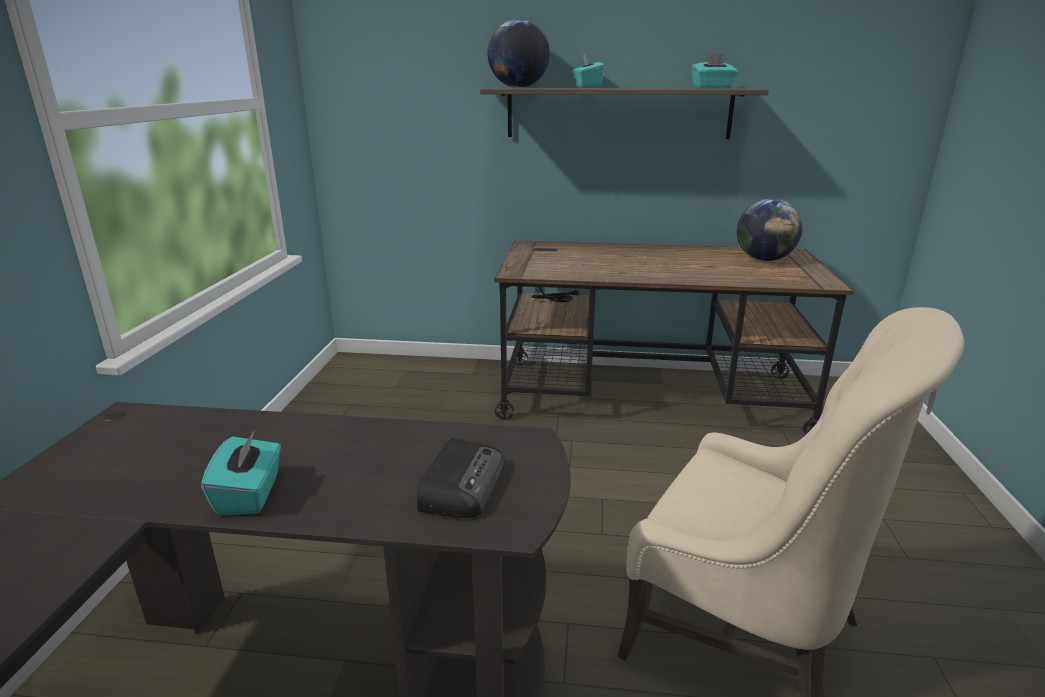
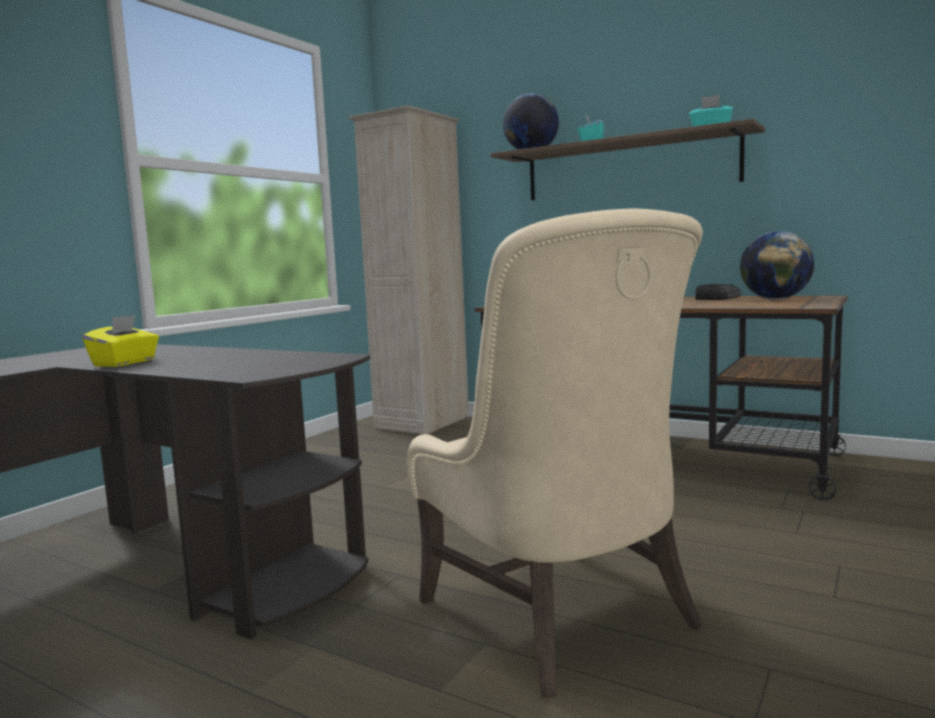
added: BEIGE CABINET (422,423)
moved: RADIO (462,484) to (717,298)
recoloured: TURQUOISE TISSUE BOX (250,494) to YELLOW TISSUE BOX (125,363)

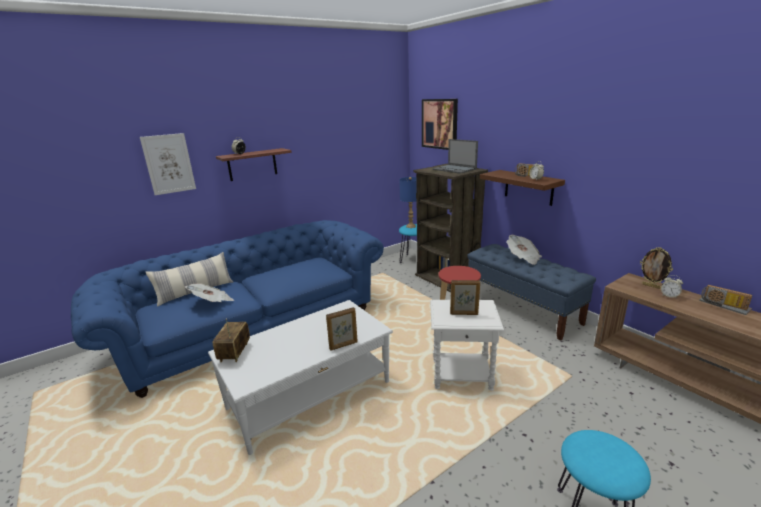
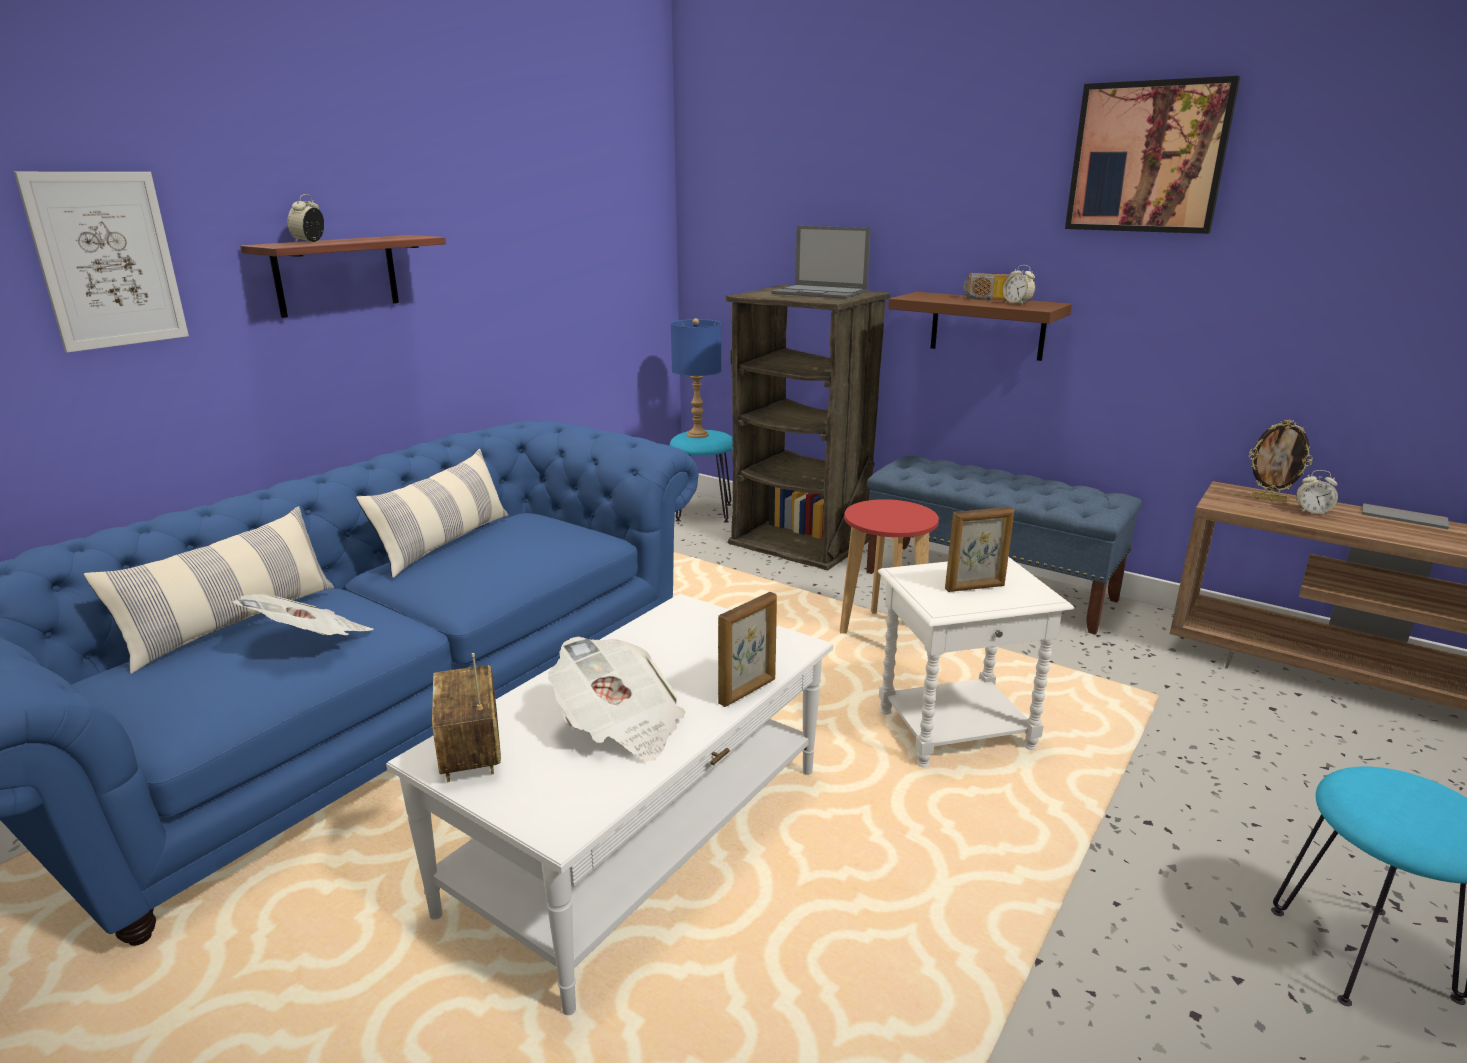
removed: RADIO (722,305)
added: PILLOW (445,543)
moved: PICTURE (439,124) to (1147,157); NEWSPAPER (523,258) to (620,726)

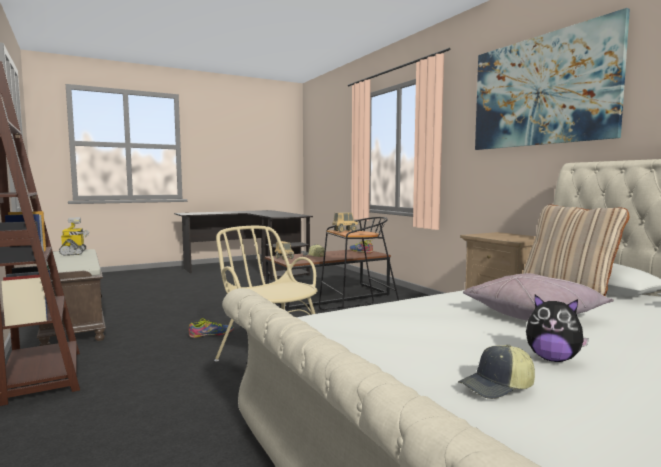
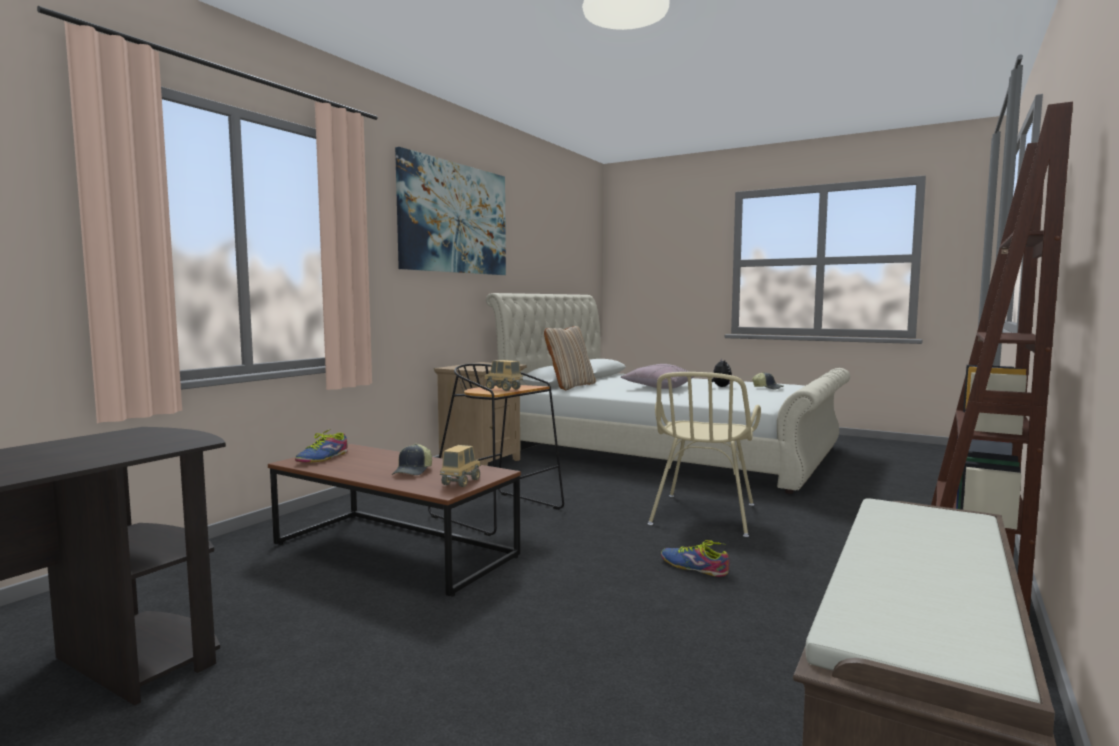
removed: TOY ROBOT (74,253)

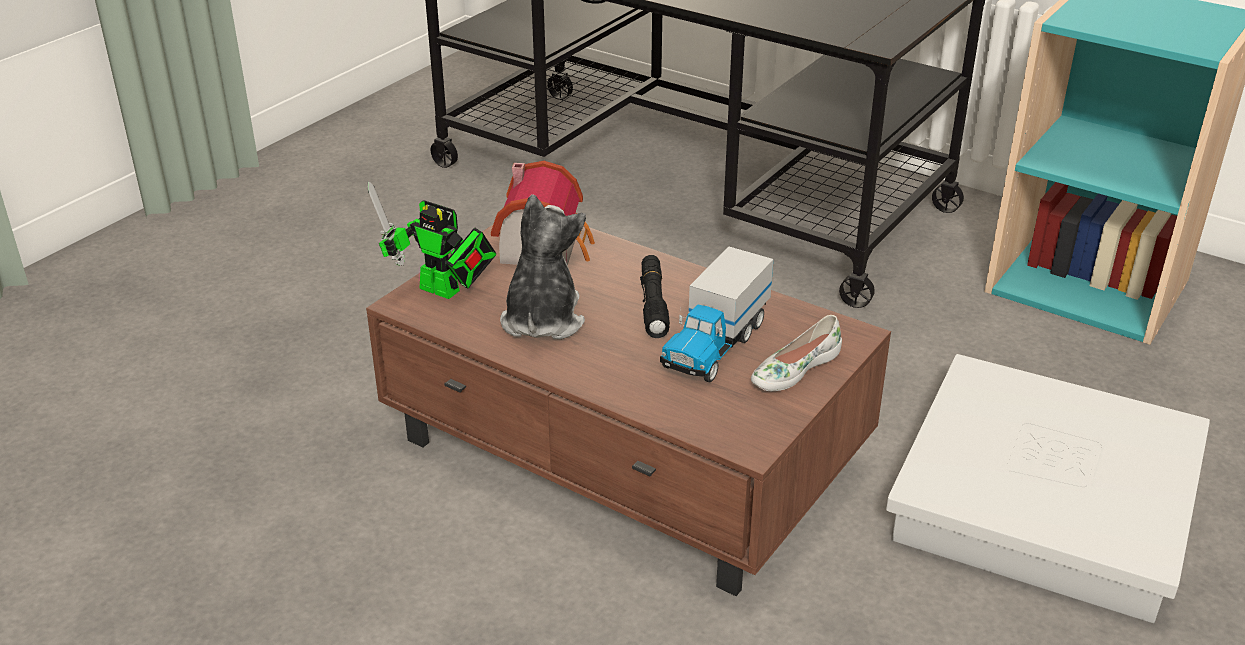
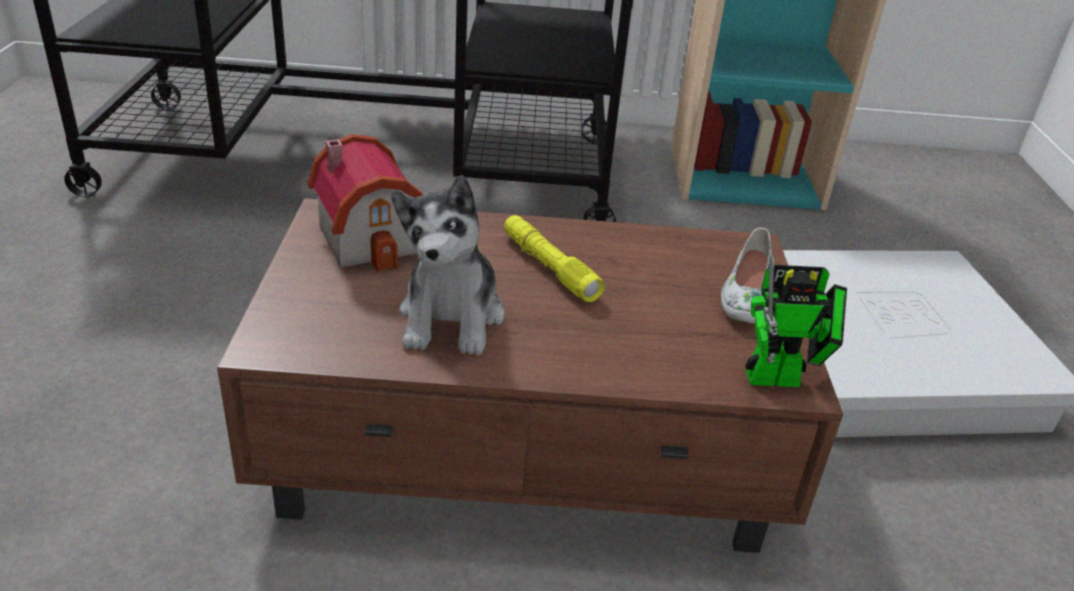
removed: TOY TRUCK (714,345)
moved: TOY ROBOT (445,291) to (781,378)
recoloured: BLACK FLASHLIGHT (653,304) to YELLOW FLASHLIGHT (549,267)
turned: PLUSH TOY (542,320) = (452,317) 150 degrees counterclockwise

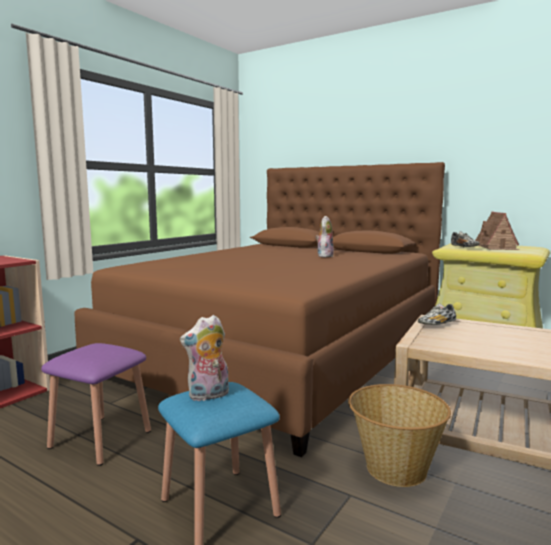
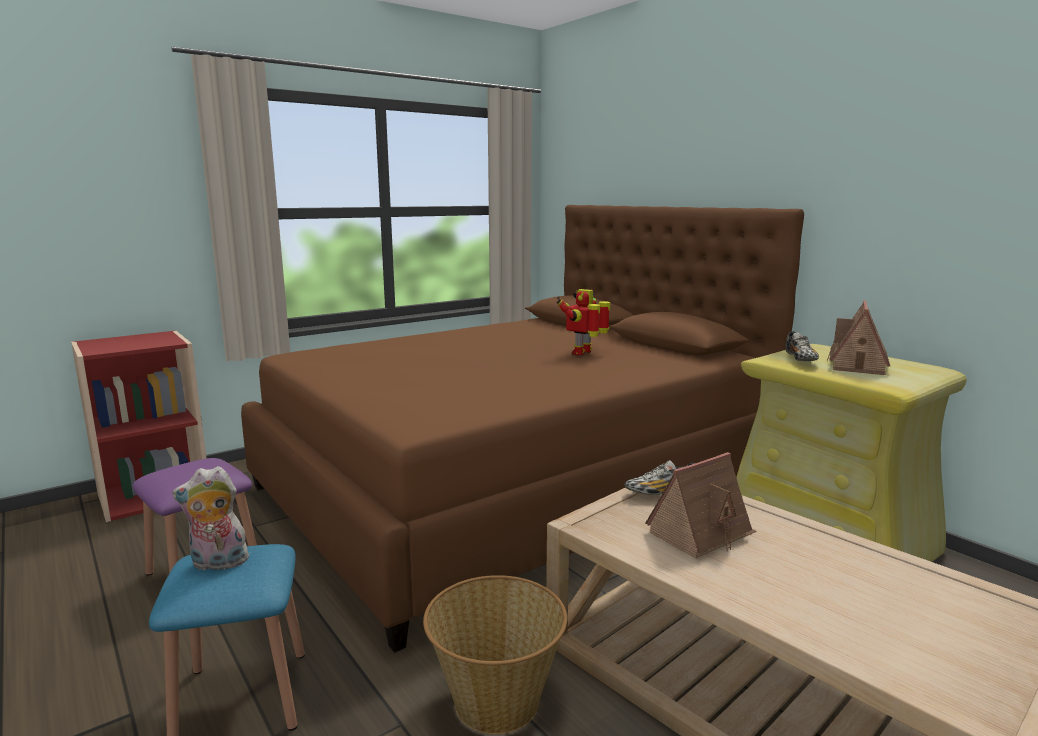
added: TOY HOUSE (701,533)
replaced: PLUSH TOY (324,256) to TOY ROBOT (584,353)

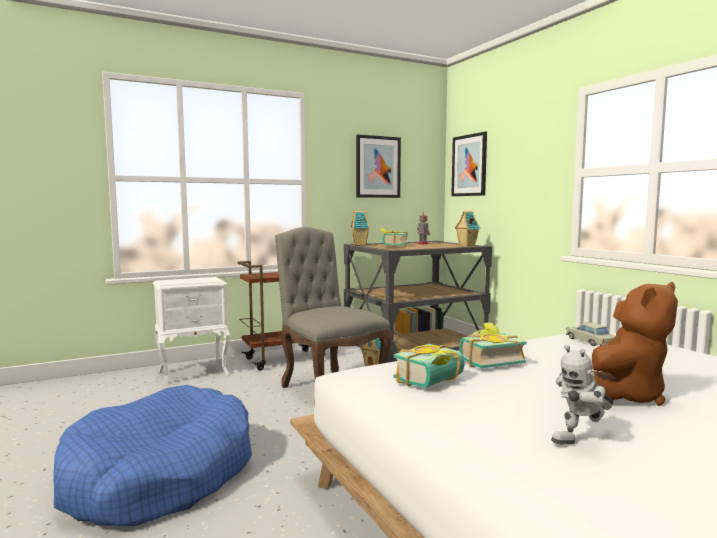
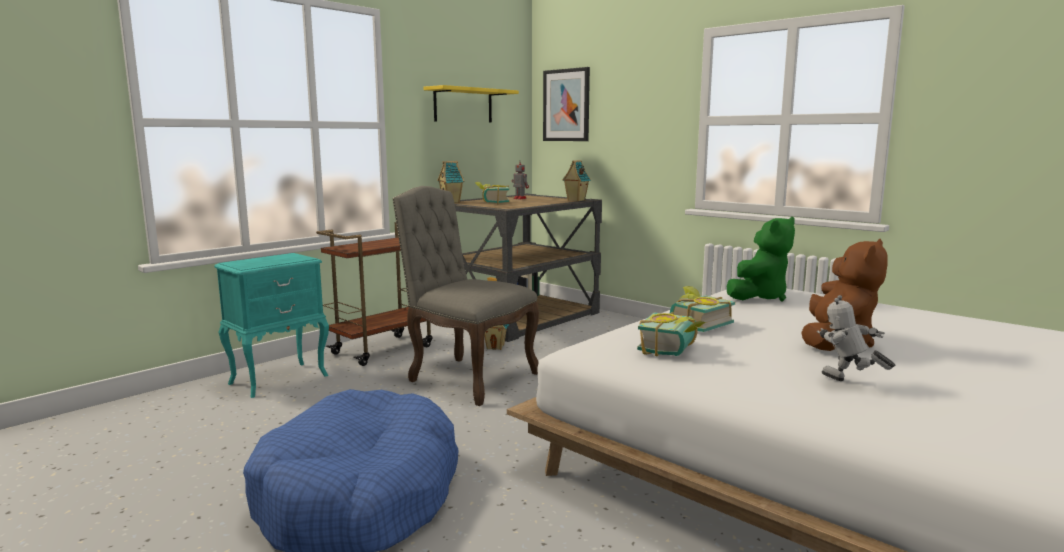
replaced: PICTURE (378,167) to YELLOW SHELF (463,105); BEIGE TOY CAR (590,342) to GREEN PLUSH TOY (759,297)
recoloured: WHITE NIGHTSTAND (193,373) to TURQUOISE NIGHTSTAND (279,379)
turned: TOY ROBOT (582,442) = (848,383) 90 degrees clockwise

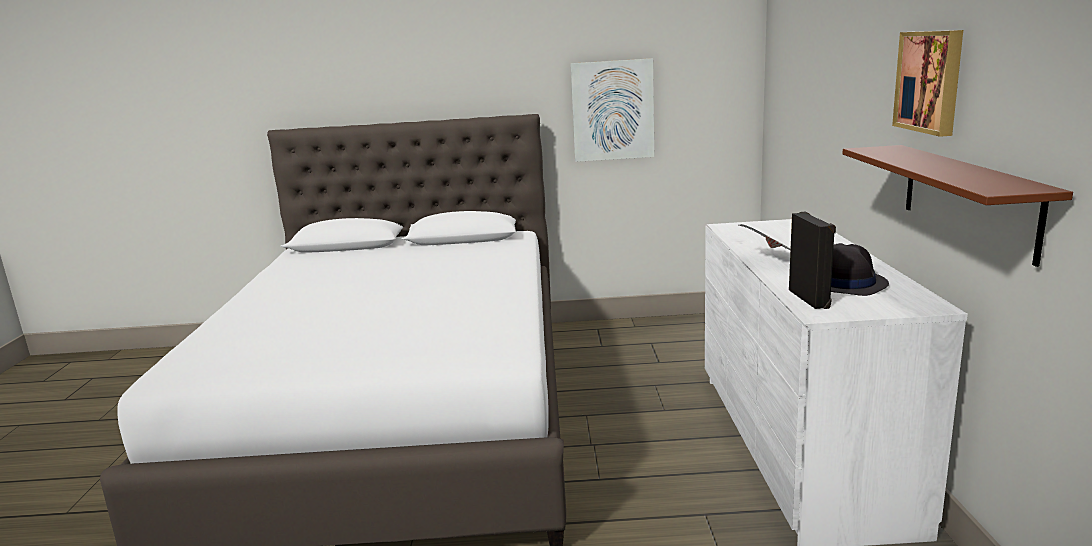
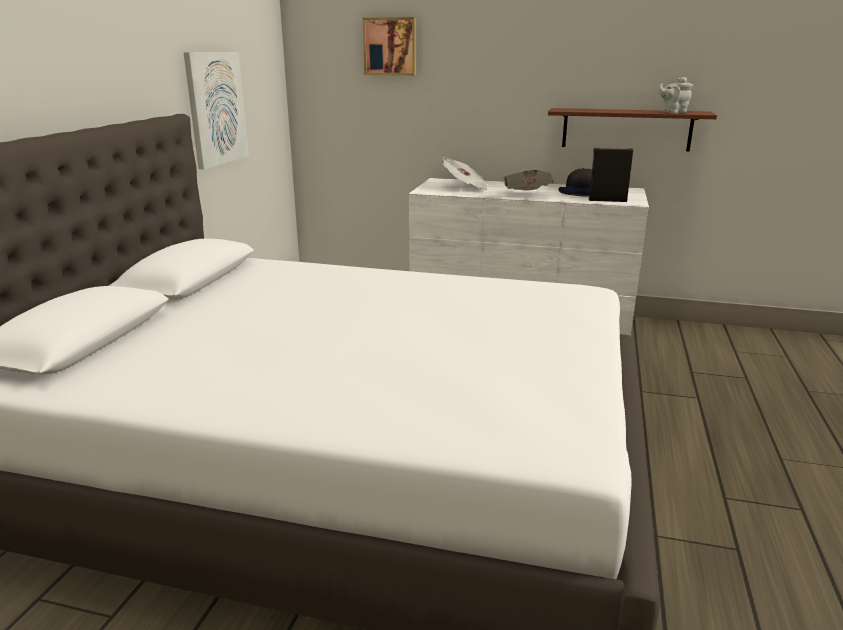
added: GREY TEAPOT (673,112); NEWSPAPER (466,187)
moved: PICTURE (930,81) to (390,46)

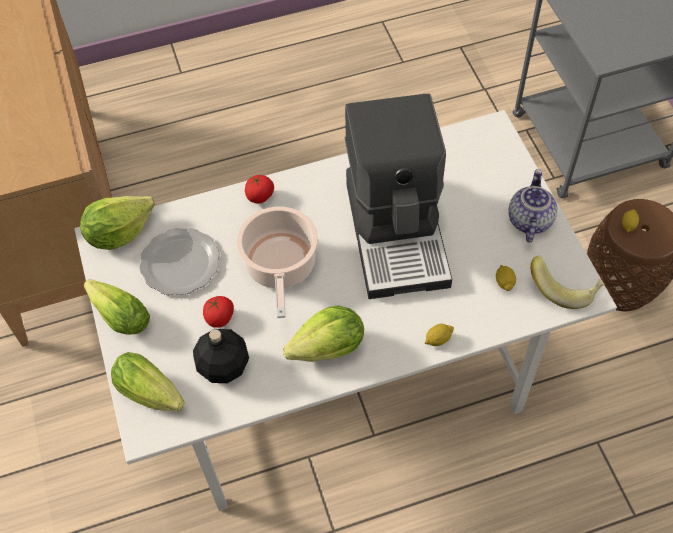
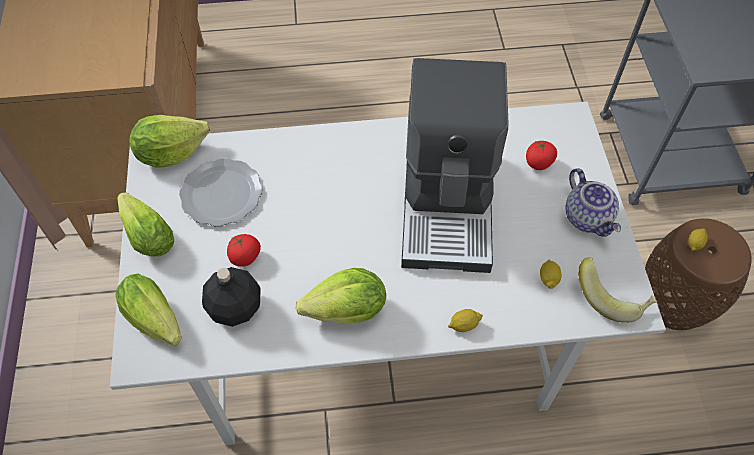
removed: COOKING POT (280,267)
moved: TOMATO (260,196) to (539,163)
turned: TEAPOT (528,220) = (588,218) 135 degrees clockwise

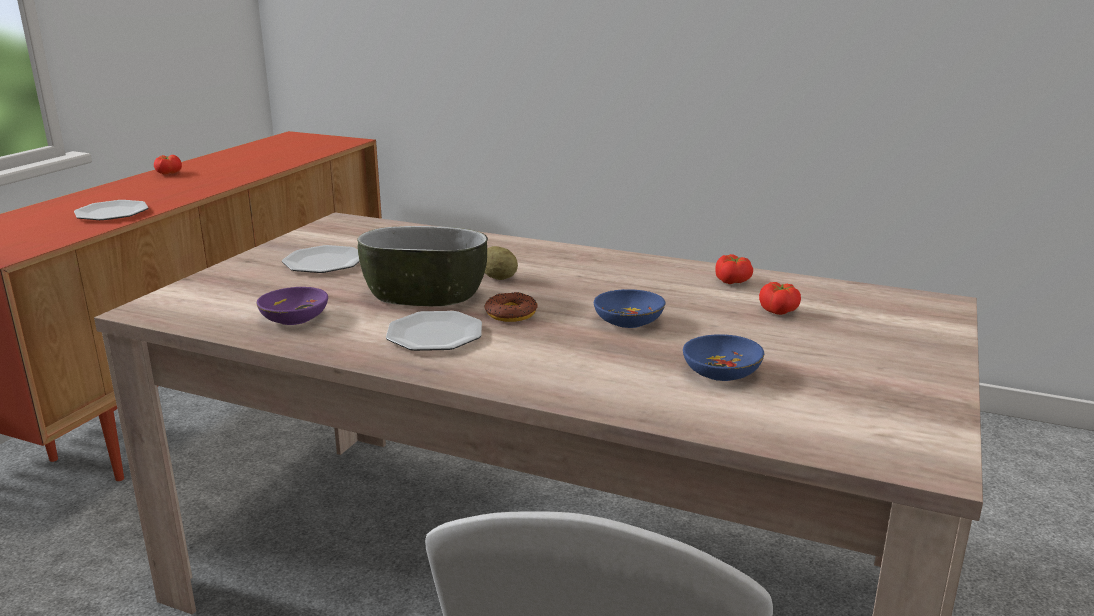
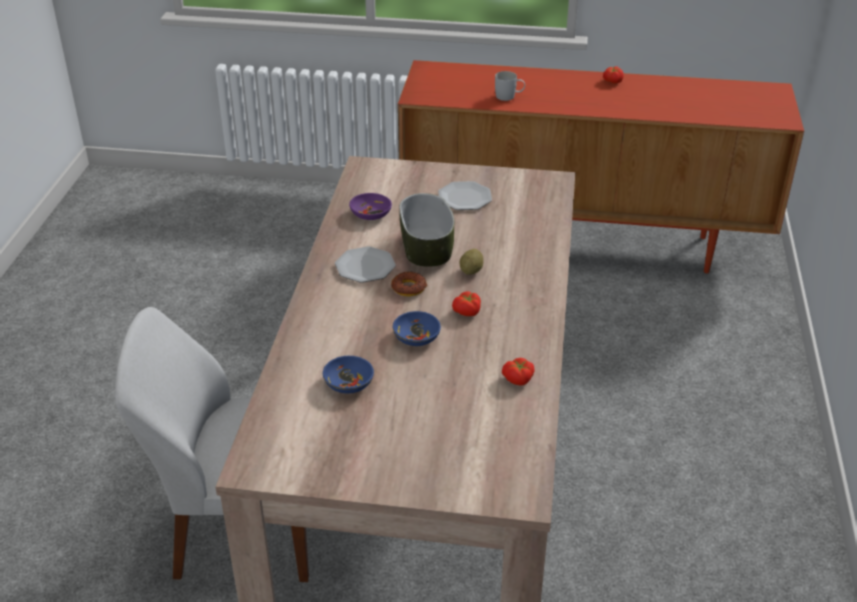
moved: TOMATO (779,311) to (467,312)
replaced: PLATE (112,213) to WHITE MUG (509,96)

